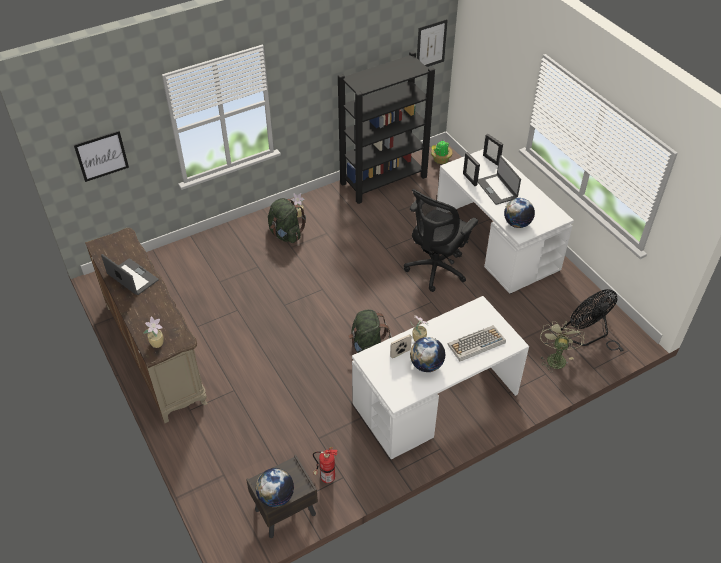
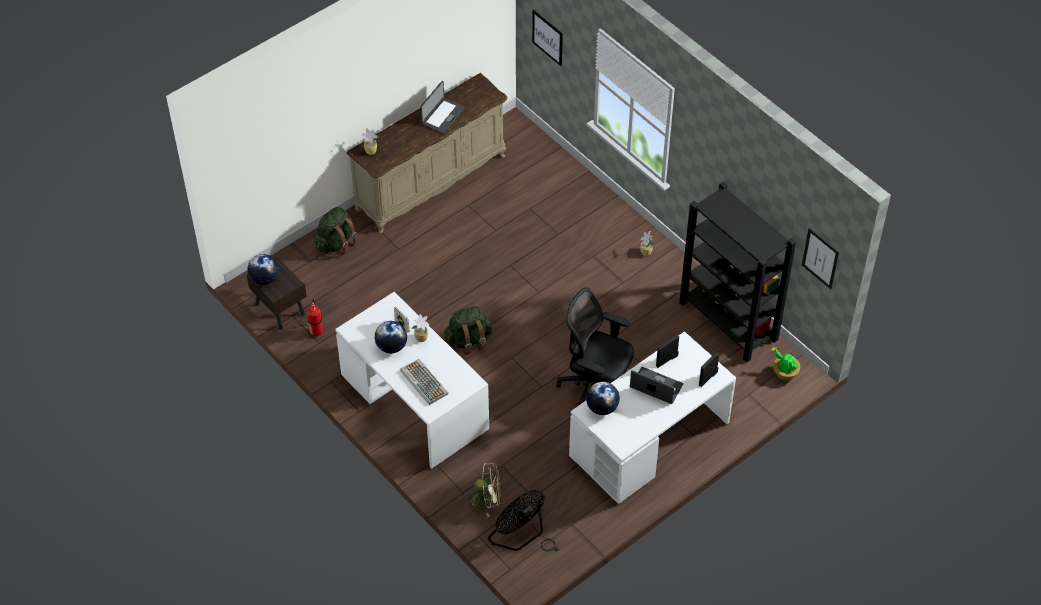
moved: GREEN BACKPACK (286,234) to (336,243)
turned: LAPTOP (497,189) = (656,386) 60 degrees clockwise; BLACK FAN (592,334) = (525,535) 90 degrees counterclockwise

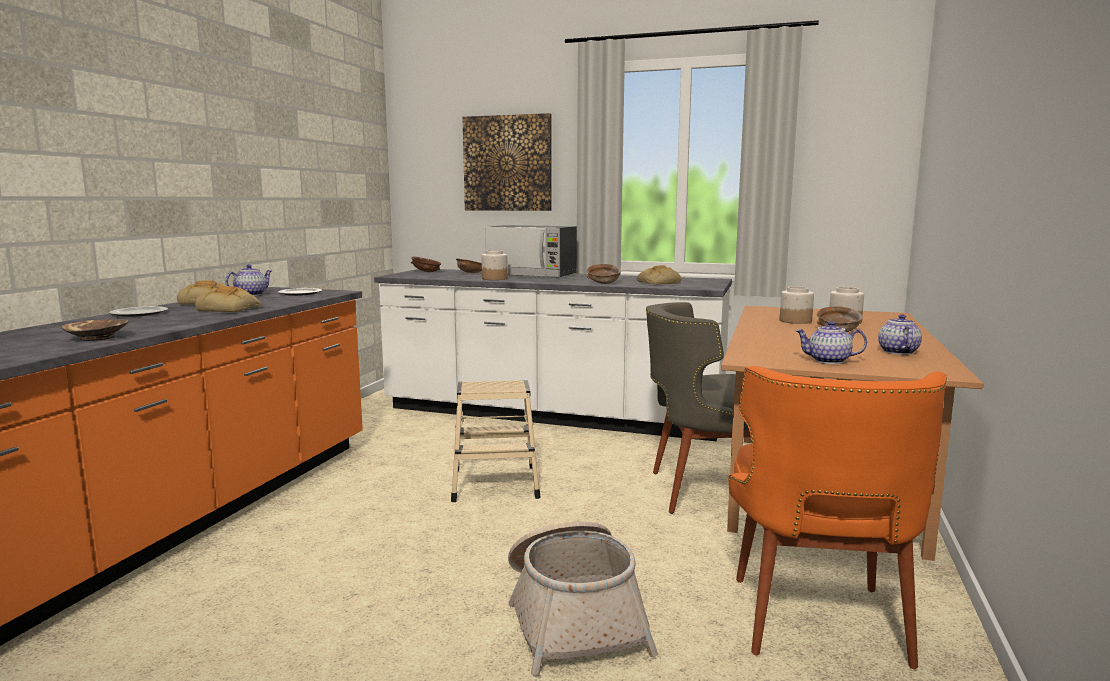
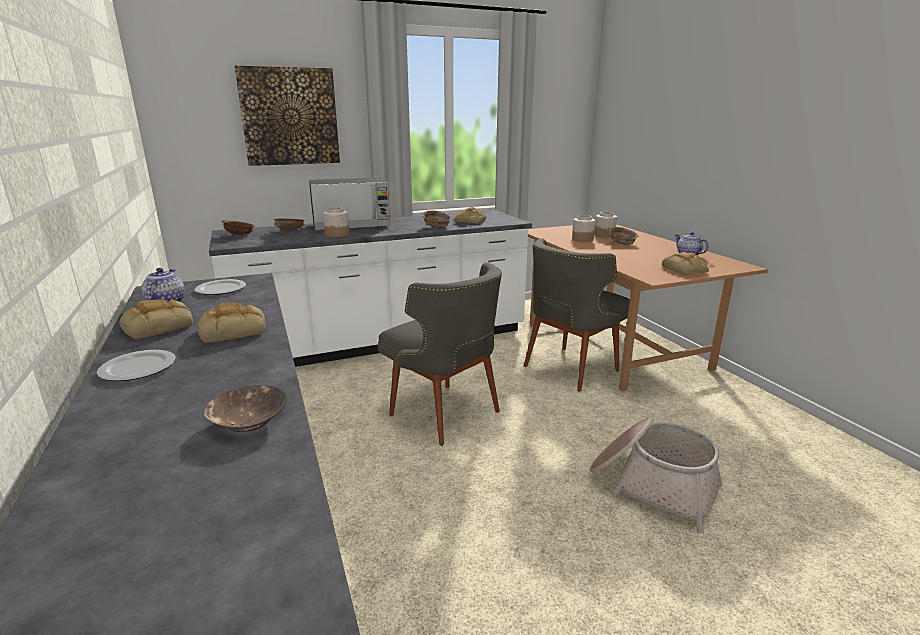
removed: ORANGE CHAIR (817,619)
replaced: TEAPOT (828,361) to BREAD (685,270); BEIGE STEP LADDER (494,482) to GREY CHAIR (444,413)

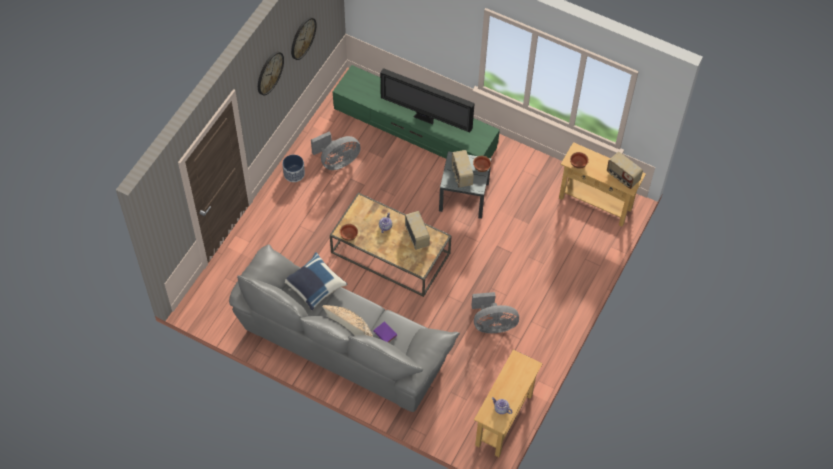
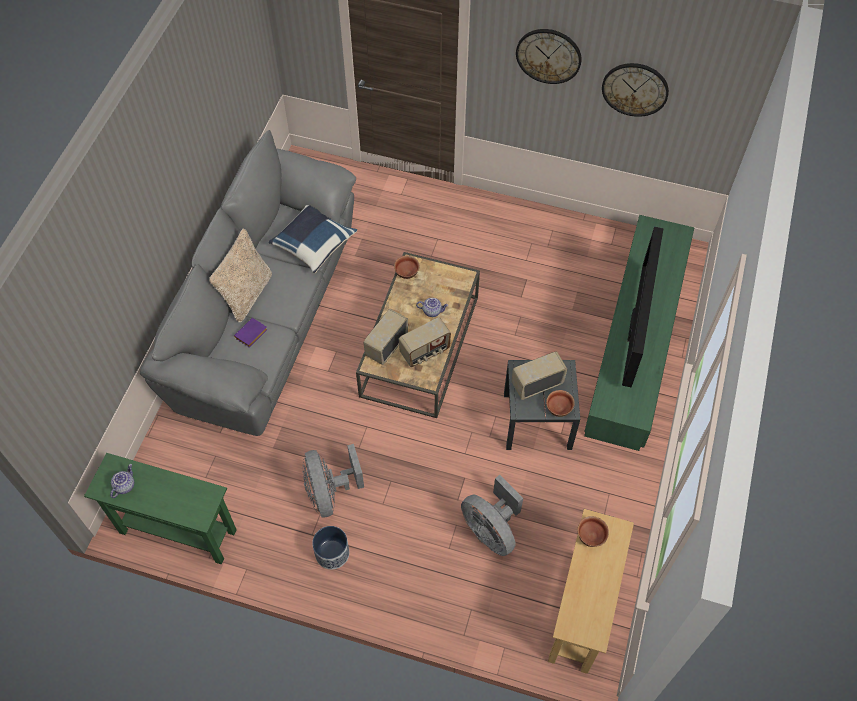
moved: GREY FAN (337,161) to (491,530); RADIO (622,177) to (386,345); PLANTER (294,174) to (332,553)
recoloured: BEIGE CONSOLE TABLE (504,420) to GREEN CONSOLE TABLE (178,531)

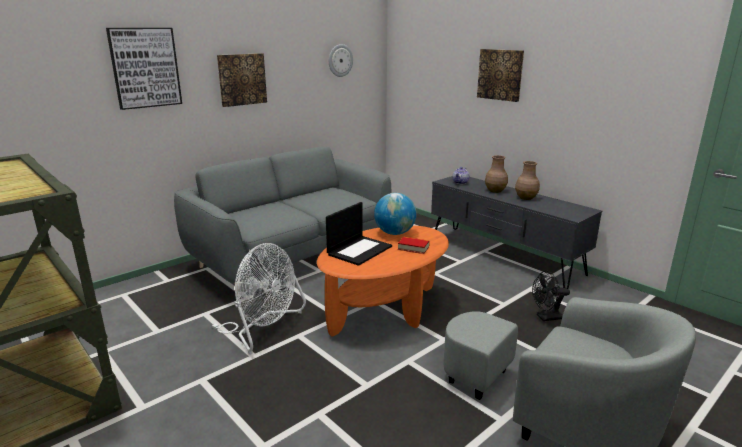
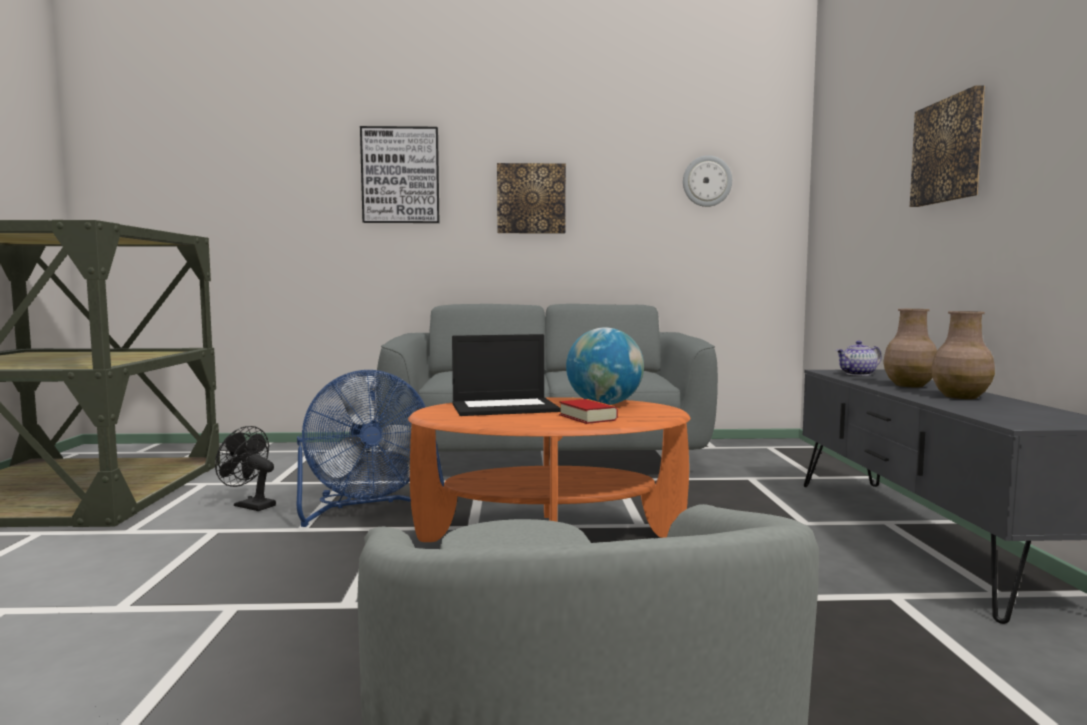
moved: BLACK FAN (546,317) to (249,505)
recoloured: WHITE FAN (261,329) to BLUE FAN (363,510)

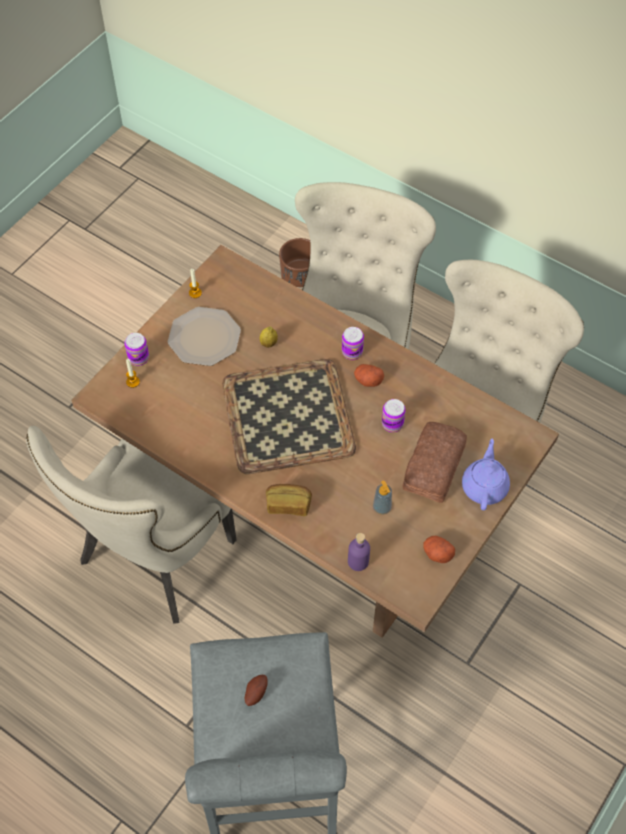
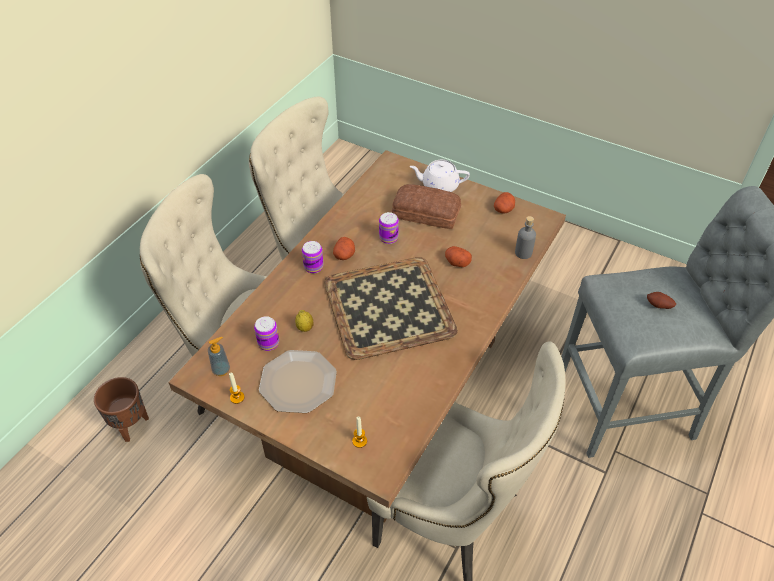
removed: BREAD (288,504)
added: POTATO (456,262)
moved: CAN (138,358) to (268,343); SOAP DISPENSER (382,507) to (221,370)
recoloured: PURPLE TEAPOT (484,486) to WHITE TEAPOT (439,186); PURPLE BOTTLE (358,561) to GREY BOTTLE (523,253)

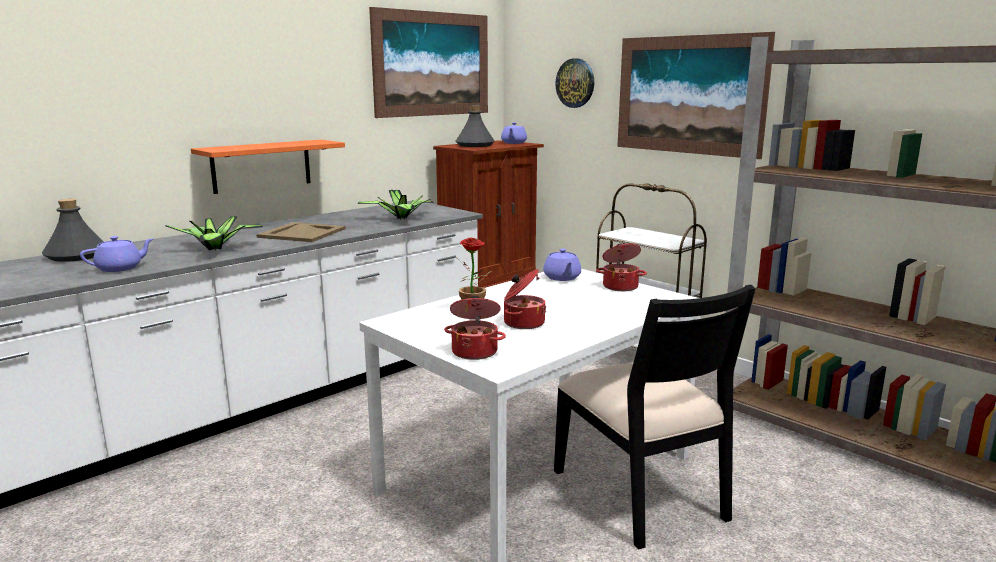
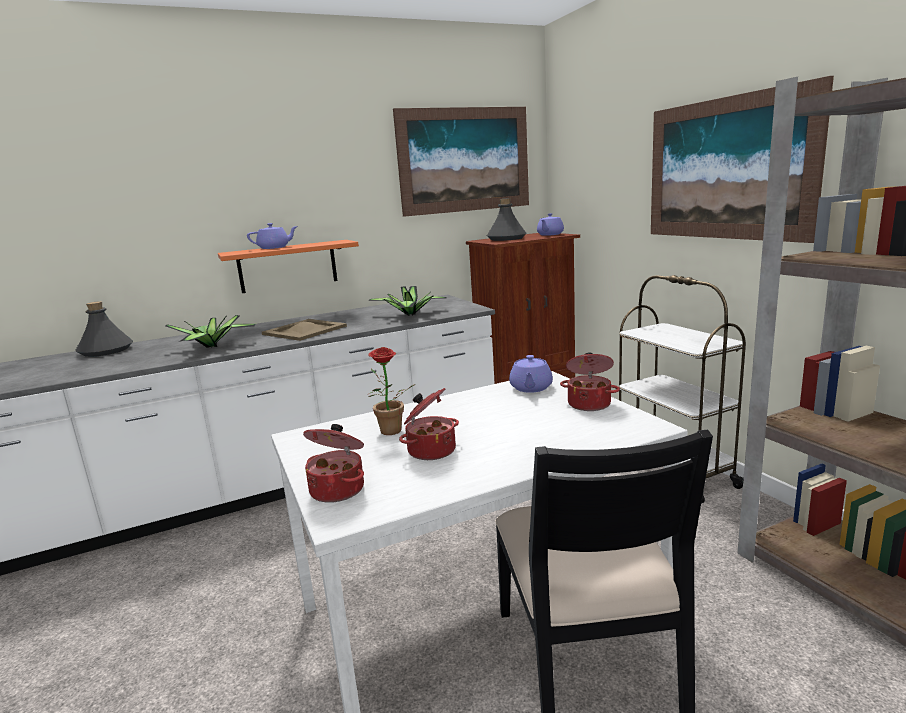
removed: WALL CLOCK (575,83)
moved: PURPLE TEAPOT (120,268) to (274,248)

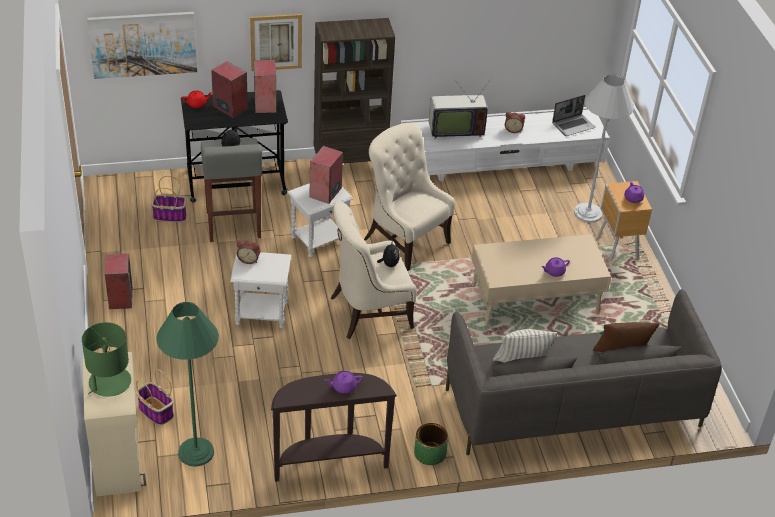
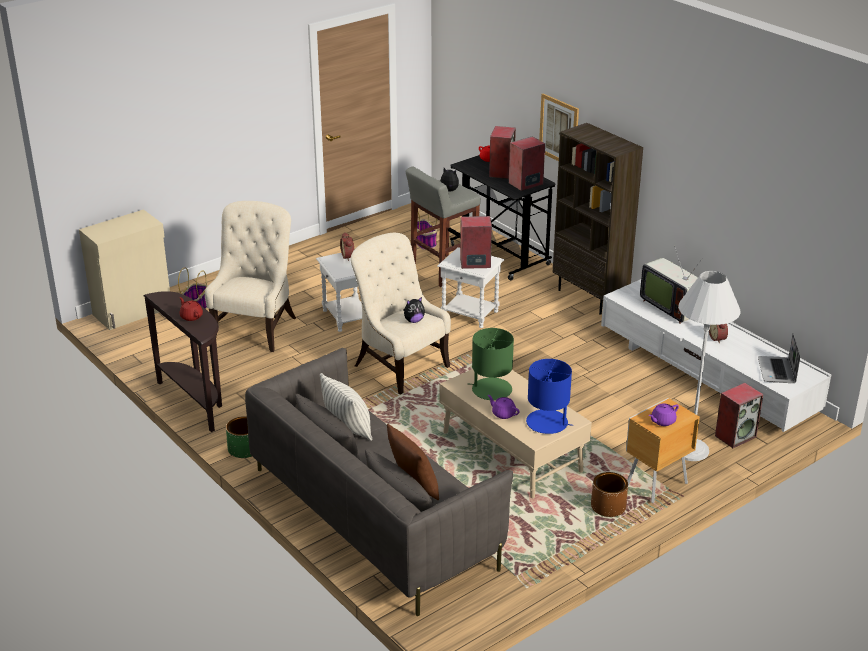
removed: PICTURE (143,44); GREEN FLOOR LAMP (196,452)
added: BLUE TABLE LAMP (547,423); BROWN PLANTER (608,507)
moved: BEIGE ARMCHAIR (405,240) to (256,329); SPEAKER (120,298) to (735,436); GREEN TABLE LAMP (109,382) to (491,390)
recoloured: PURPLE TEAPOT (343,387) to RED TEAPOT (191,316)
turned: LAPTOP (573,125) = (777,371) 60 degrees clockwise

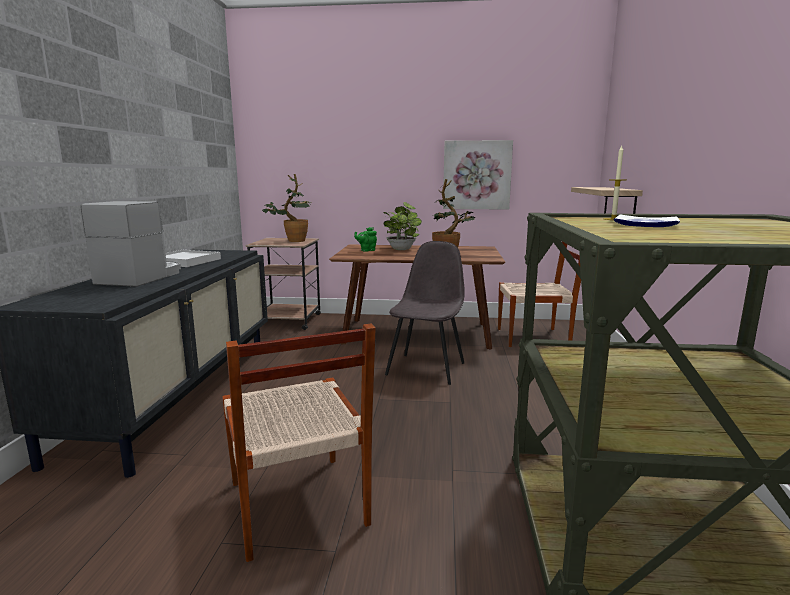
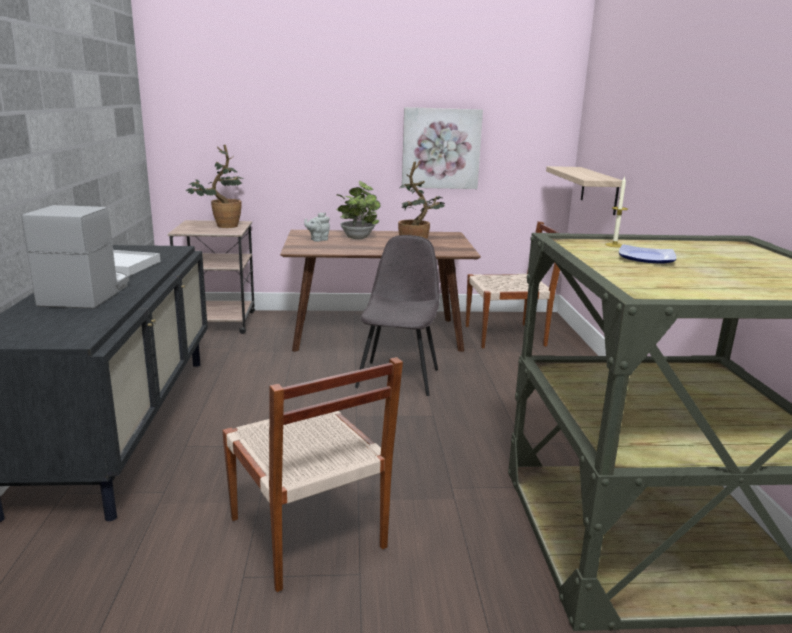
recoloured: GREEN TEAPOT (366,250) to GREY TEAPOT (318,240)

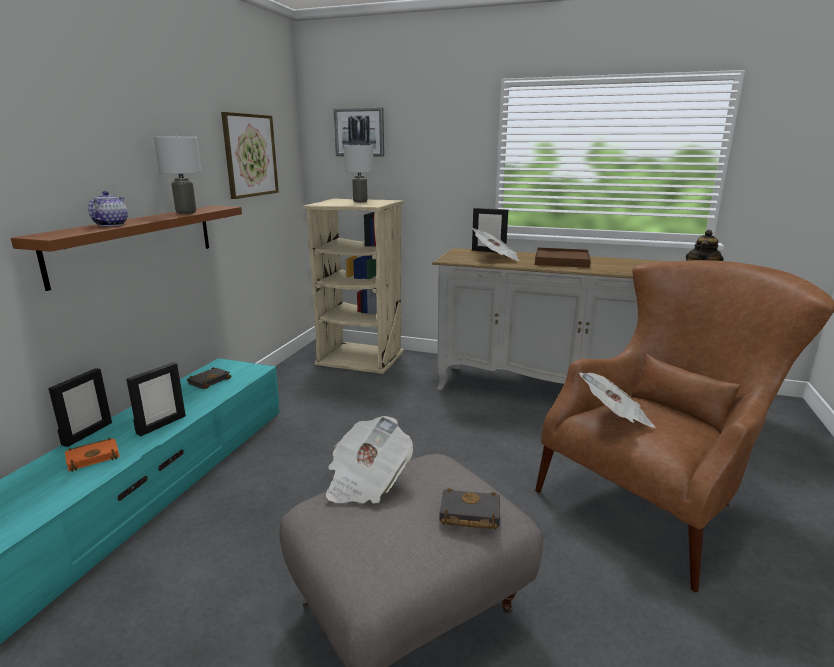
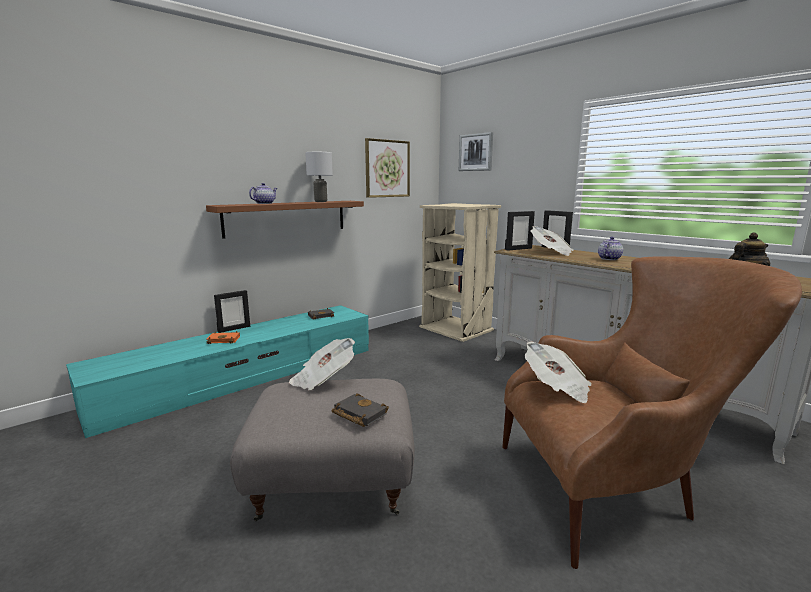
removed: WHITE TABLE LAMP (361,201)
moved: PICTURE FRAME (161,424) to (518,249)
replaced: BROWN TRAY (561,261) to TEAPOT (609,259)

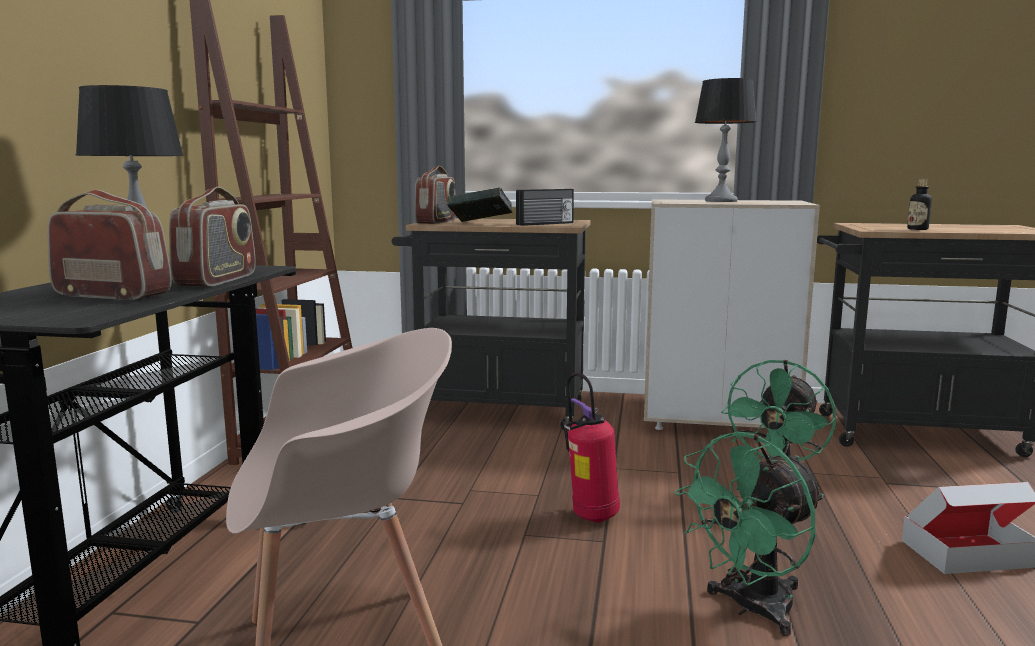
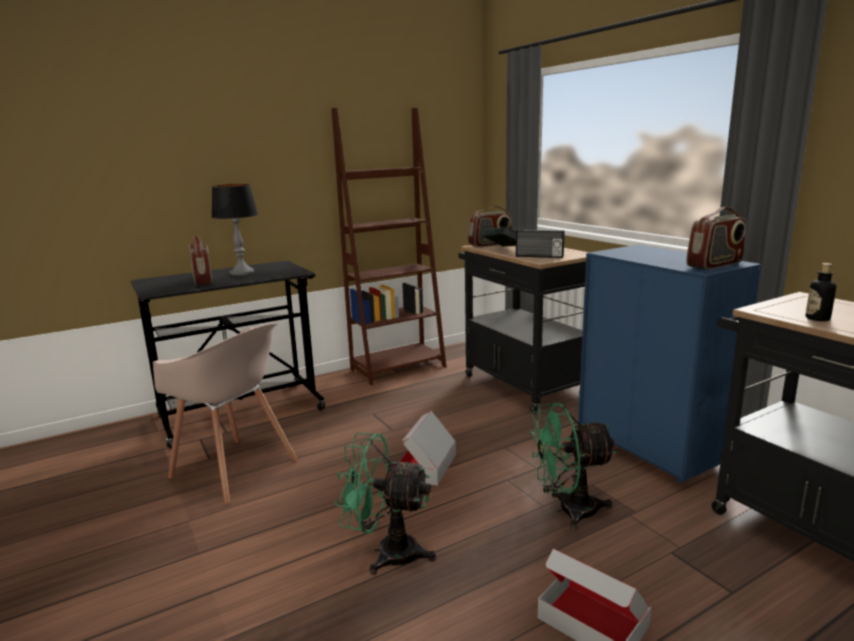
removed: TABLE LAMP (721,201)
moved: RADIO (217,280) to (715,265)
replaced: FIRE EXTINGUISHER (590,517) to CARDBOARD BOX (428,466)
recoloured: BEIGE CABINET (719,423) to BLUE CABINET (652,450)

